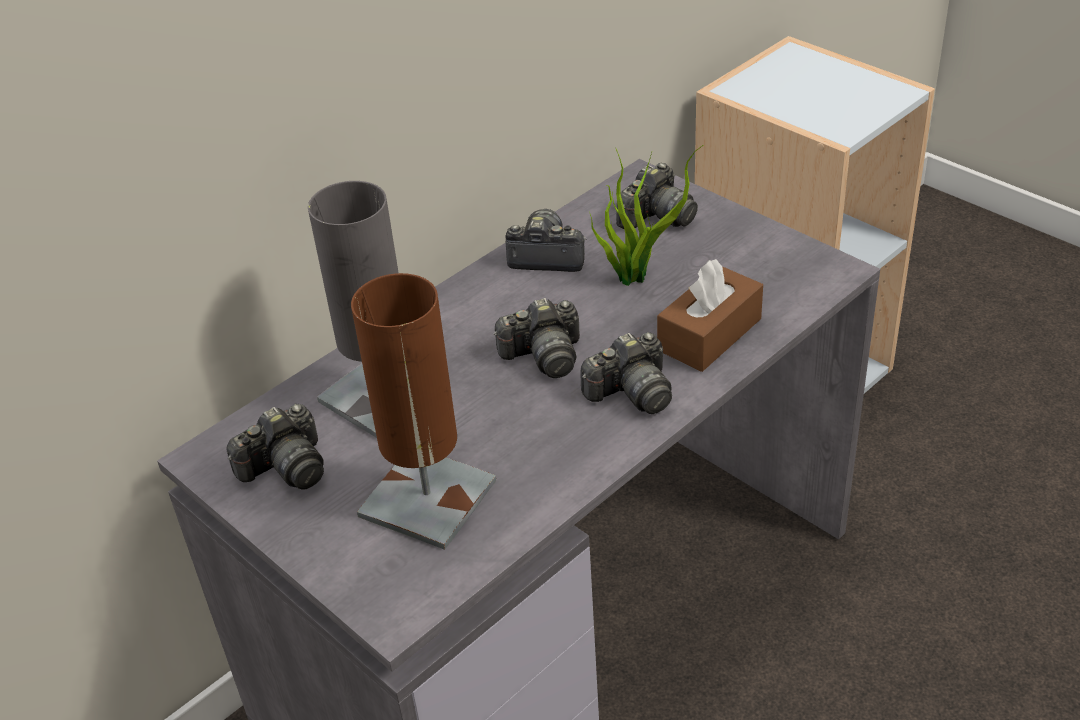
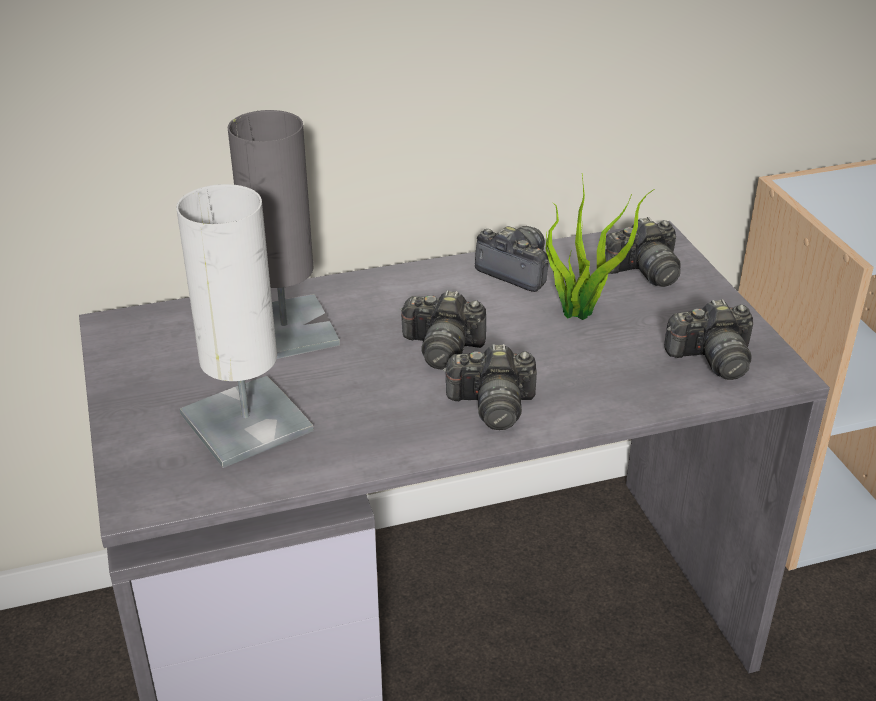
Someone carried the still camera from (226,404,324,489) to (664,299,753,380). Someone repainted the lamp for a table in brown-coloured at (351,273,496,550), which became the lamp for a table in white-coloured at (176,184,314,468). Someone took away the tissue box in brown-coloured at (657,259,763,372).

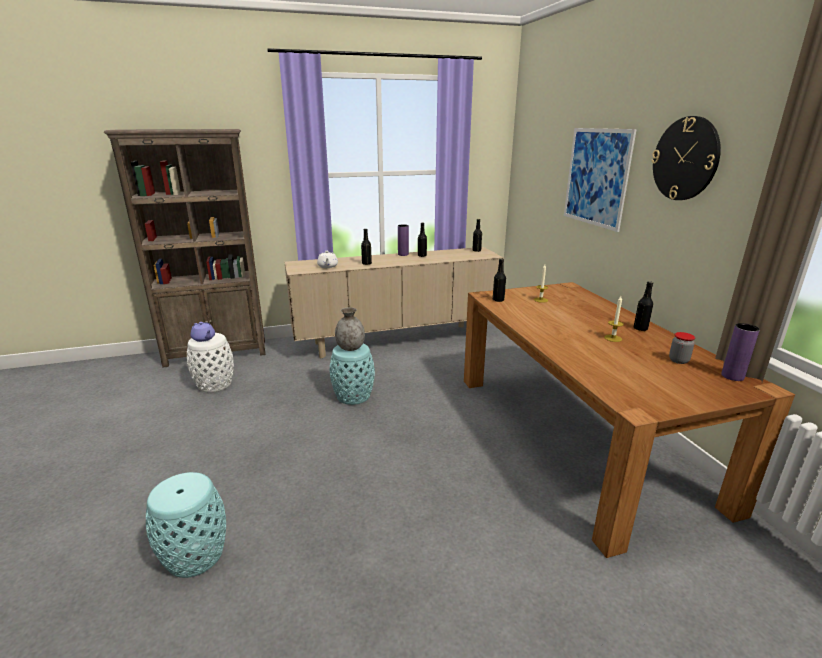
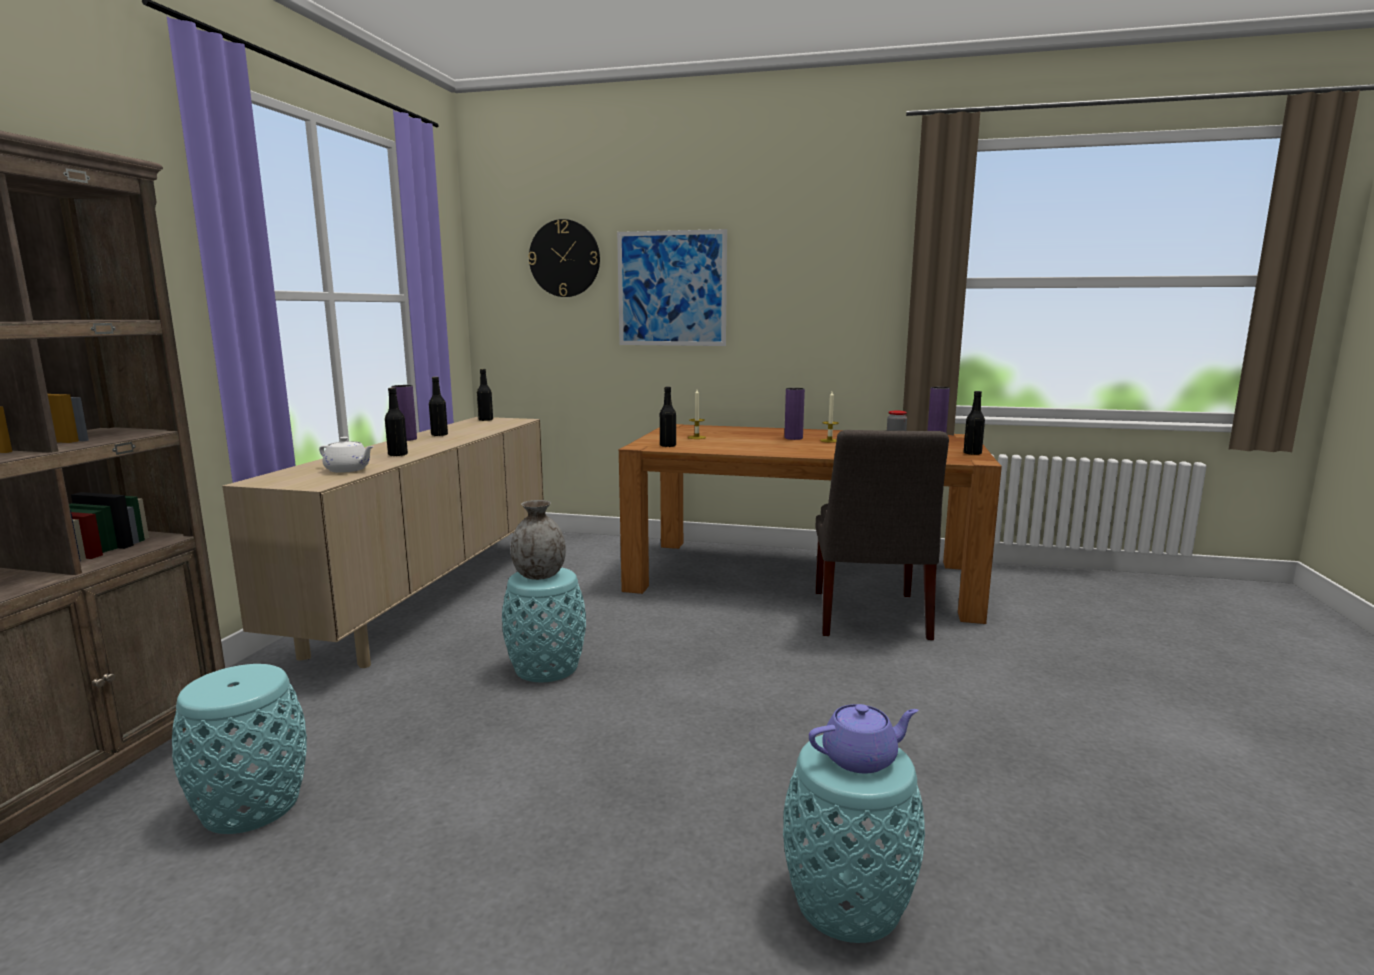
Someone repainted the sitting stool in white-coloured at (187,333,234,392), which became the sitting stool in blue-green at (172,664,307,834). Someone carried the pot for tea in purple from (191,322,215,342) to (809,704,918,773). Someone carried the bottle in blackish from (634,281,653,331) to (964,391,985,455). Someone carried the hanging clock from (651,116,721,200) to (528,219,600,297). Someone put down the decorative vase in purple at (784,388,805,440). Someone put down the plain chair in grey at (815,430,949,640).

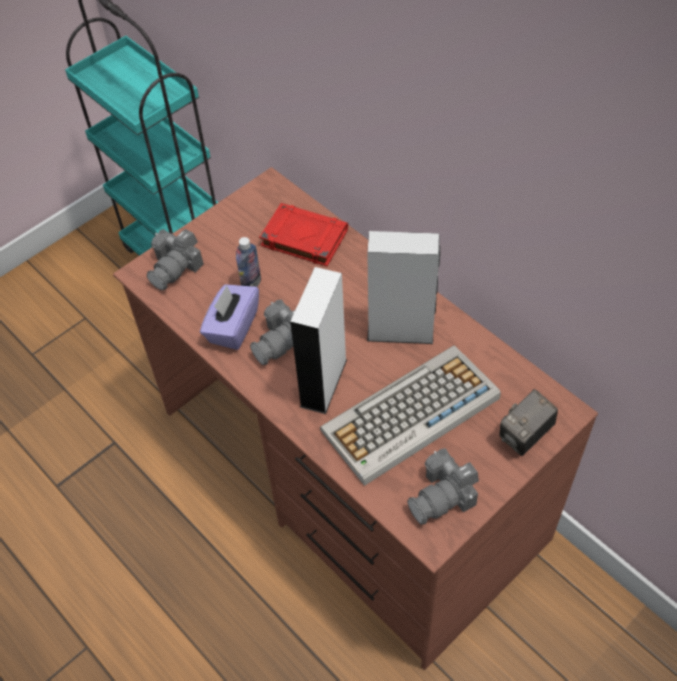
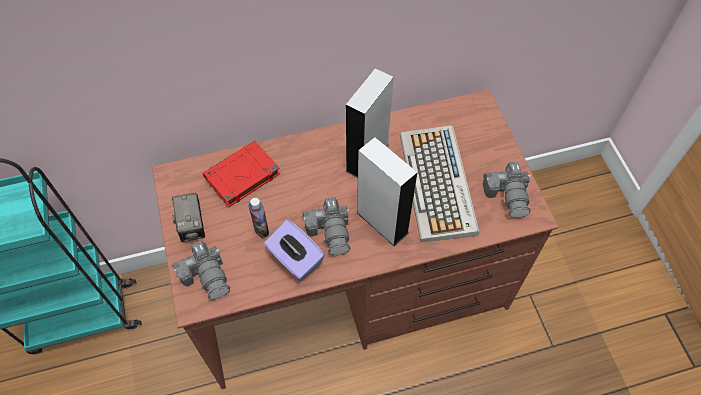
Someone carried the still camera from (499,389,558,456) to (172,193,205,242).

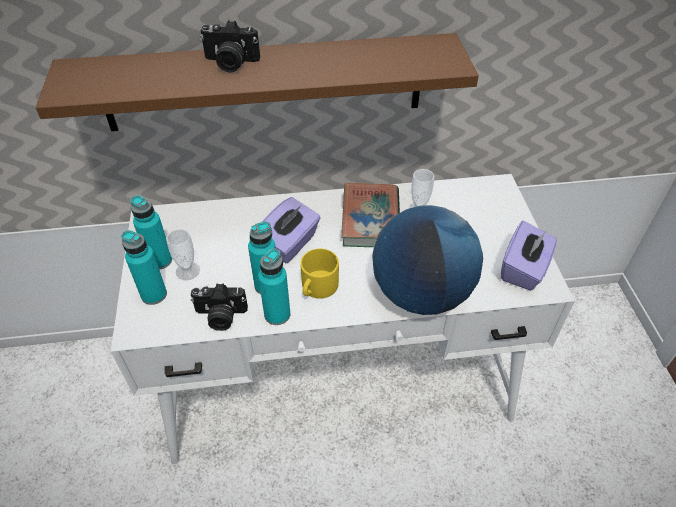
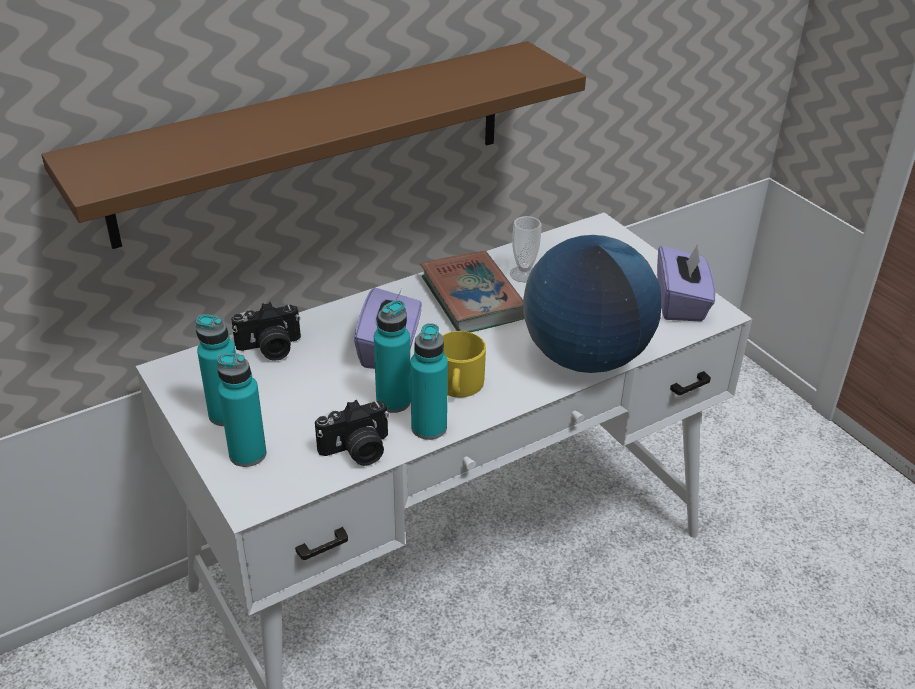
Someone took away the small cup at (166,229,200,280). Someone carried the still camera from (200,20,260,72) to (231,302,301,361).

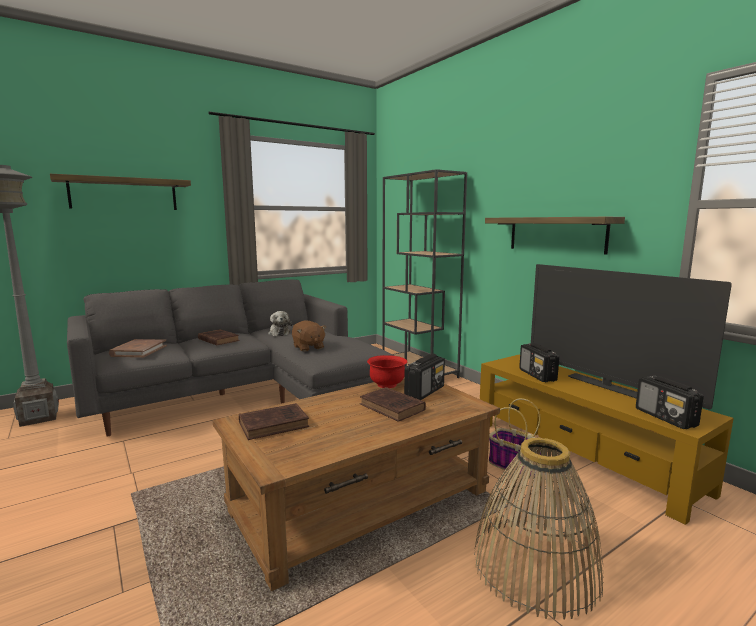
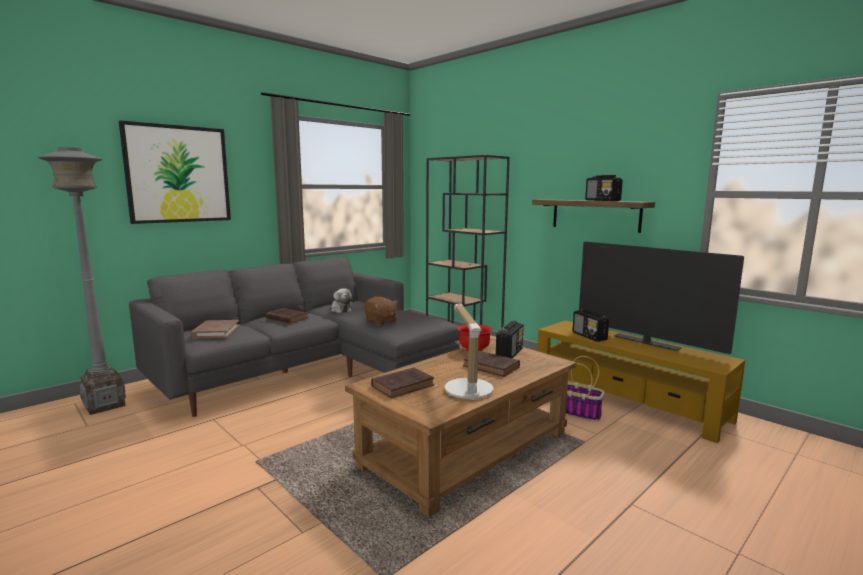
Someone swapped the shelf at (50,174,191,210) for the wall art at (119,120,231,224). Someone took away the basket at (474,438,604,620). Someone carried the radio set from (636,376,704,429) to (585,175,623,201). Someone put down the lamp for a table at (445,304,493,400).

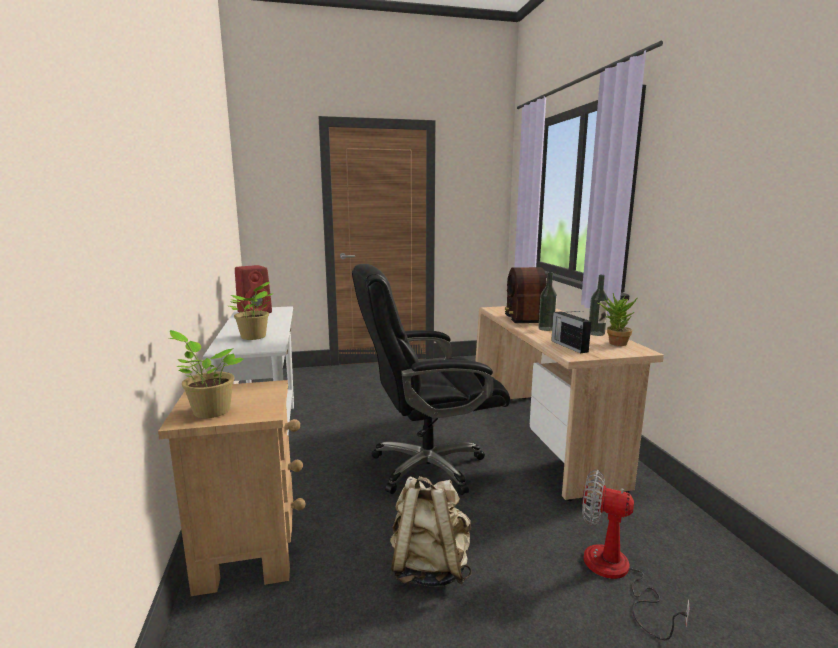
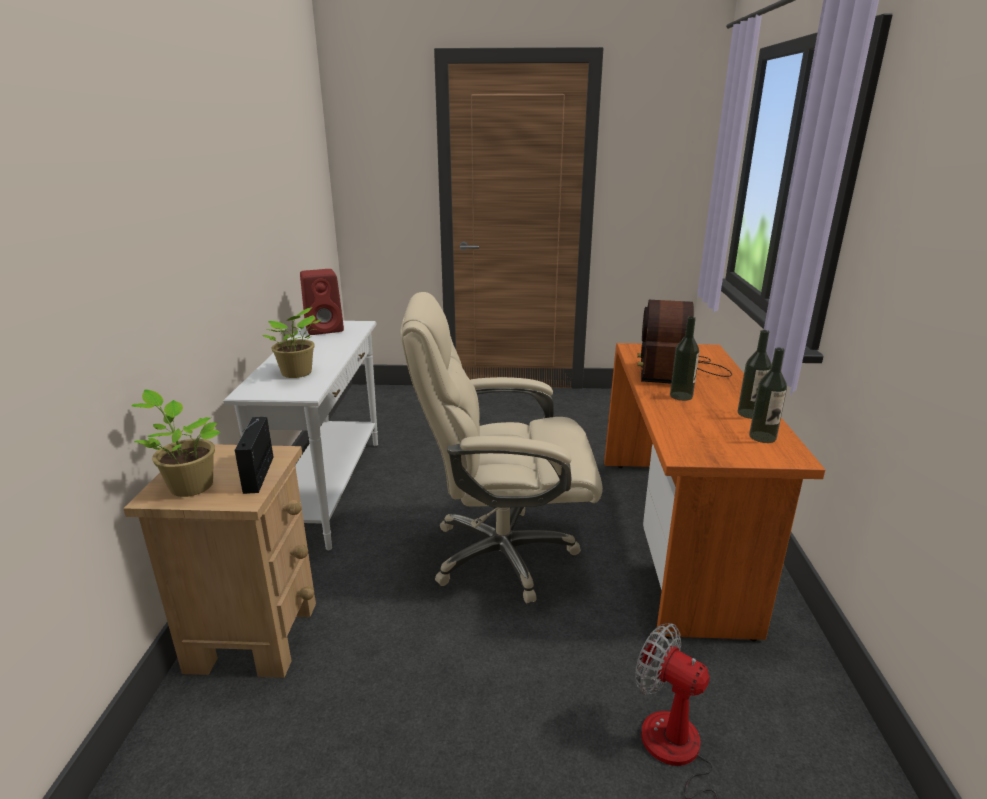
Someone repainted the office chair in blackish at (352,264,510,495), which became the office chair in beige at (400,292,603,603). Someone took away the knapsack in beige at (390,476,472,587). Someone repainted the desk in beige at (475,306,664,501), which became the desk in orangey at (604,343,825,641). Someone carried the radio set from (551,311,591,353) to (235,417,274,494). Someone swapped the potted plant at (598,293,637,346) for the bottle at (749,348,787,443).

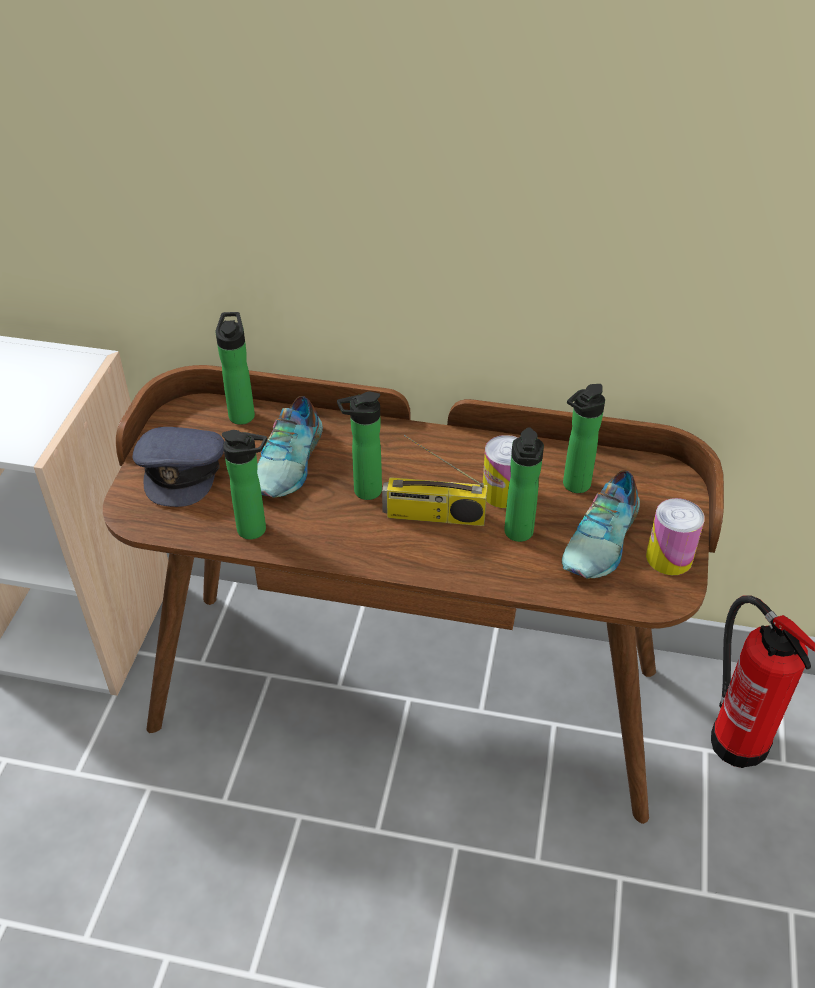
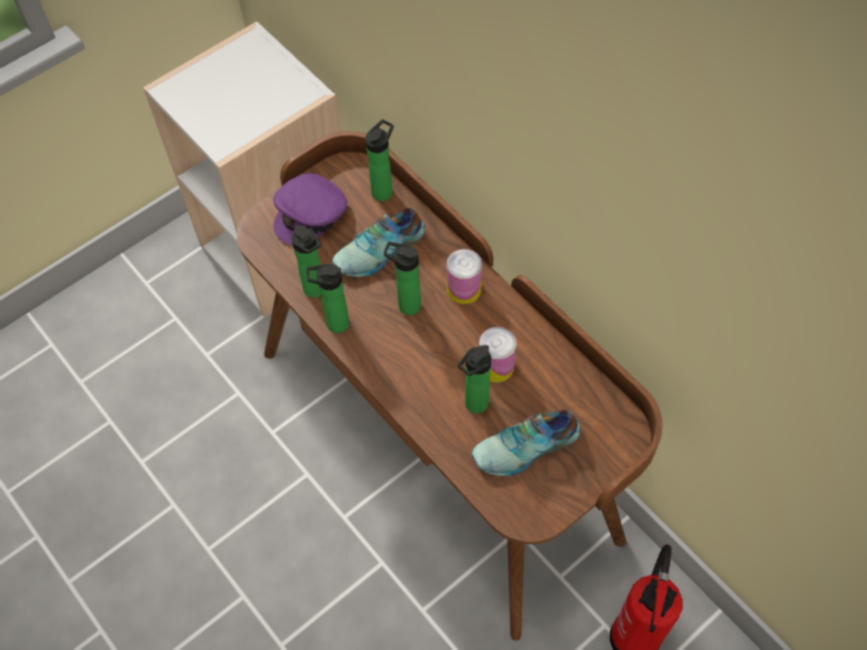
Someone repainted the peaked cap in grey at (132,427,224,507), which became the peaked cap in purple at (273,173,347,246). Someone took away the radio set at (382,435,487,526). Someone carried the bottle from (563,384,605,493) to (306,264,349,333). Someone carried the sealed can from (646,498,705,575) to (446,249,482,304).

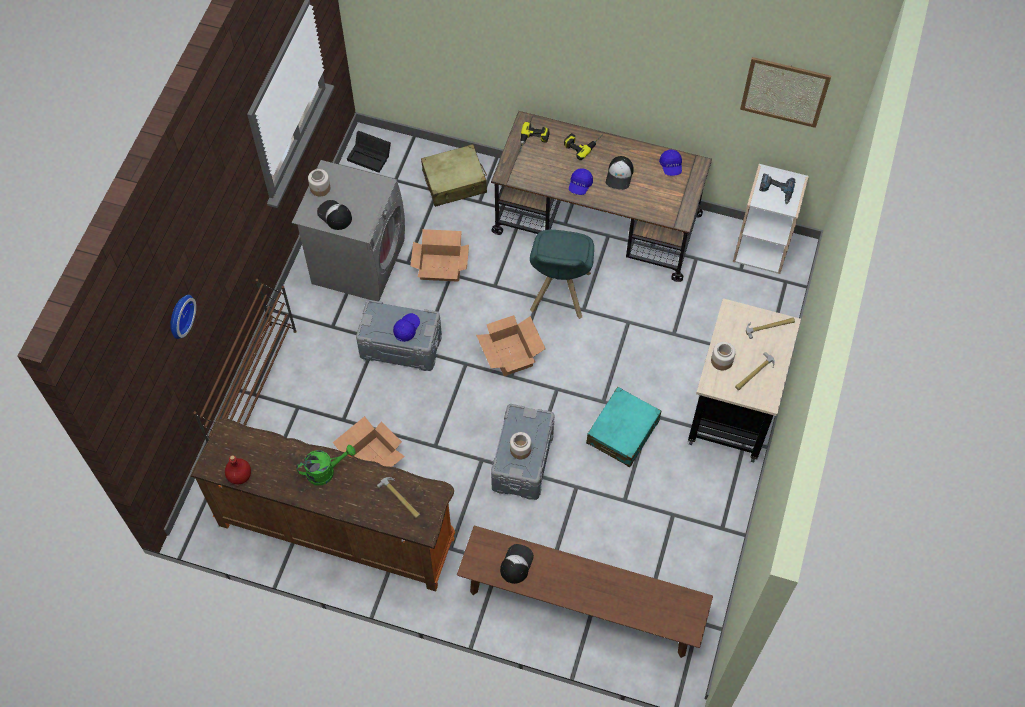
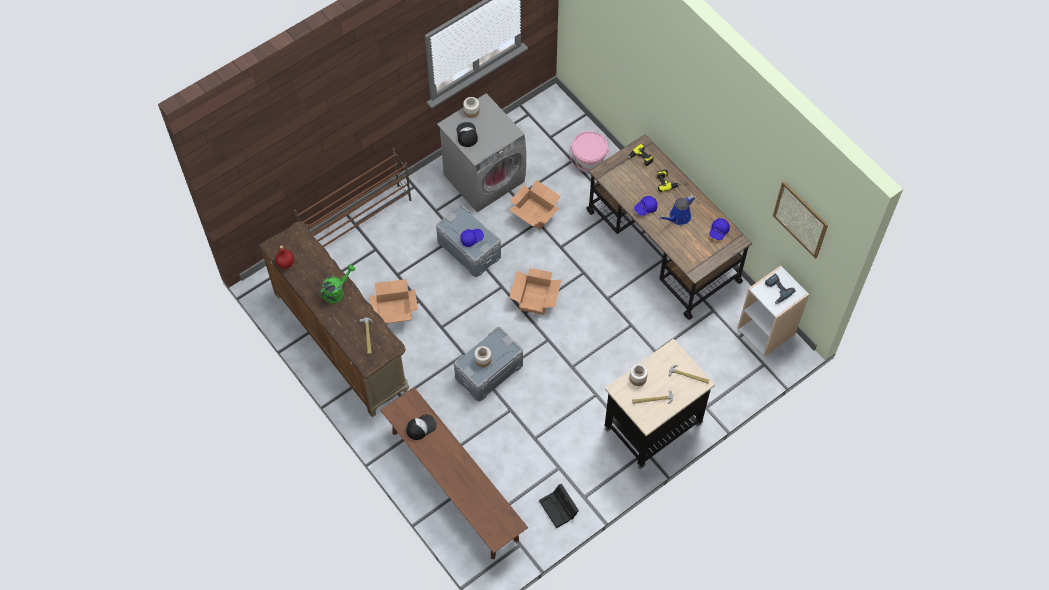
Someone took away the hanging clock at (170,295,196,339). Someone repainted the storage cabinet in orangey at (190,418,455,592), which became the storage cabinet in beige at (259,222,409,417). Someone rotated the watering can in green-coloured at (296,445,356,486) by 60 degrees counterclockwise. Someone carried the storage box in blackish from (347,131,391,173) to (539,484,579,528). Someone swapped the piece of luggage in beige at (421,144,487,207) for the pail in pink-coloured at (570,131,609,173). Someone took away the plain chair in blue-green at (530,230,594,319). Someone took away the piece of luggage in blue-green at (586,387,661,467). Someone swapped the peaked cap at (606,156,634,190) for the watering can in blue at (659,195,695,225).

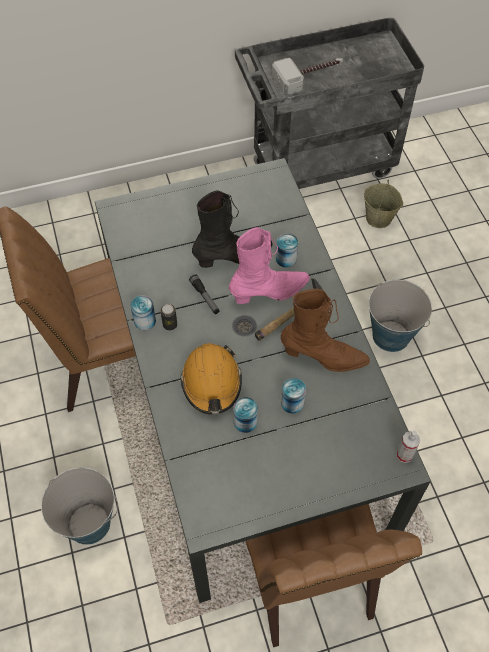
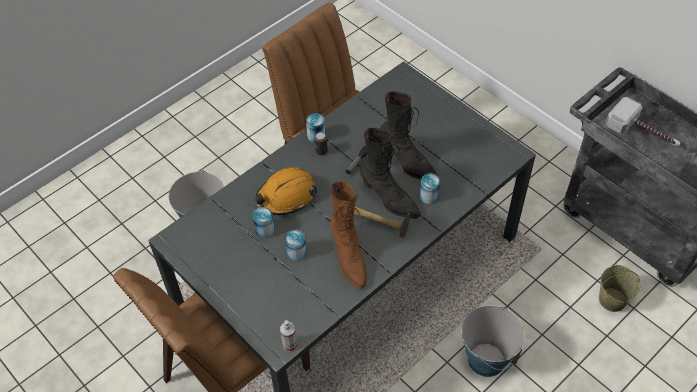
Someone repainted the tall boot in pink-coloured at (229,227,310,304), which became the tall boot in blackish at (359,127,420,219).

